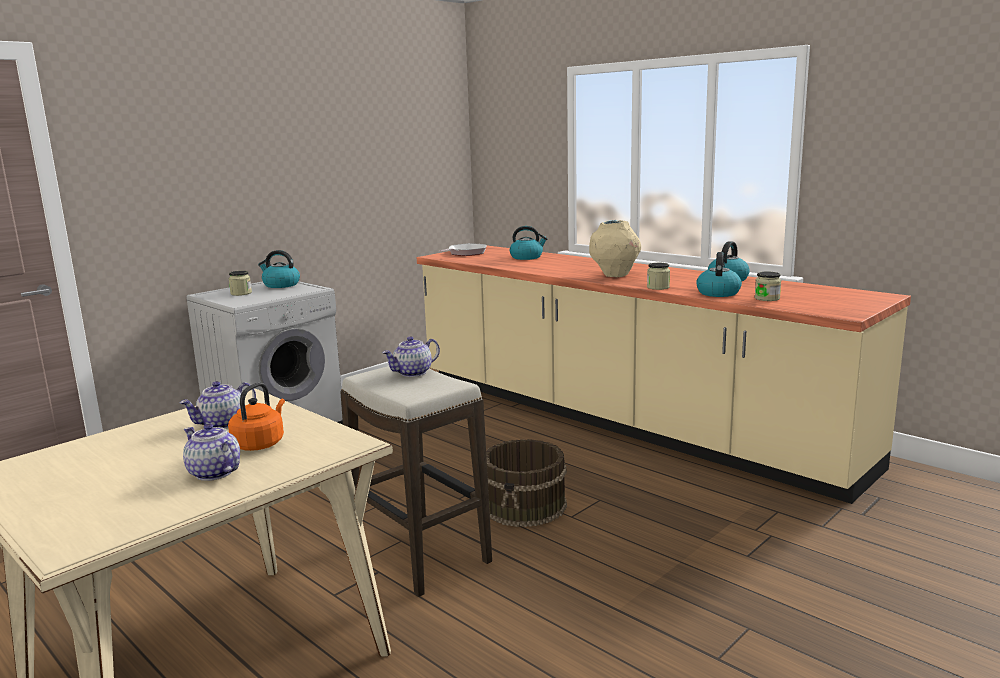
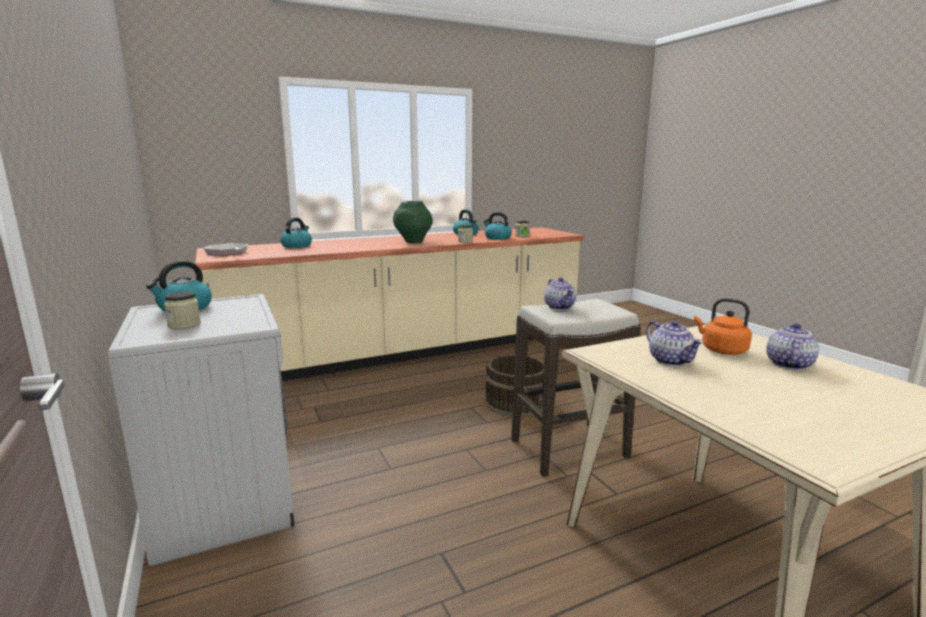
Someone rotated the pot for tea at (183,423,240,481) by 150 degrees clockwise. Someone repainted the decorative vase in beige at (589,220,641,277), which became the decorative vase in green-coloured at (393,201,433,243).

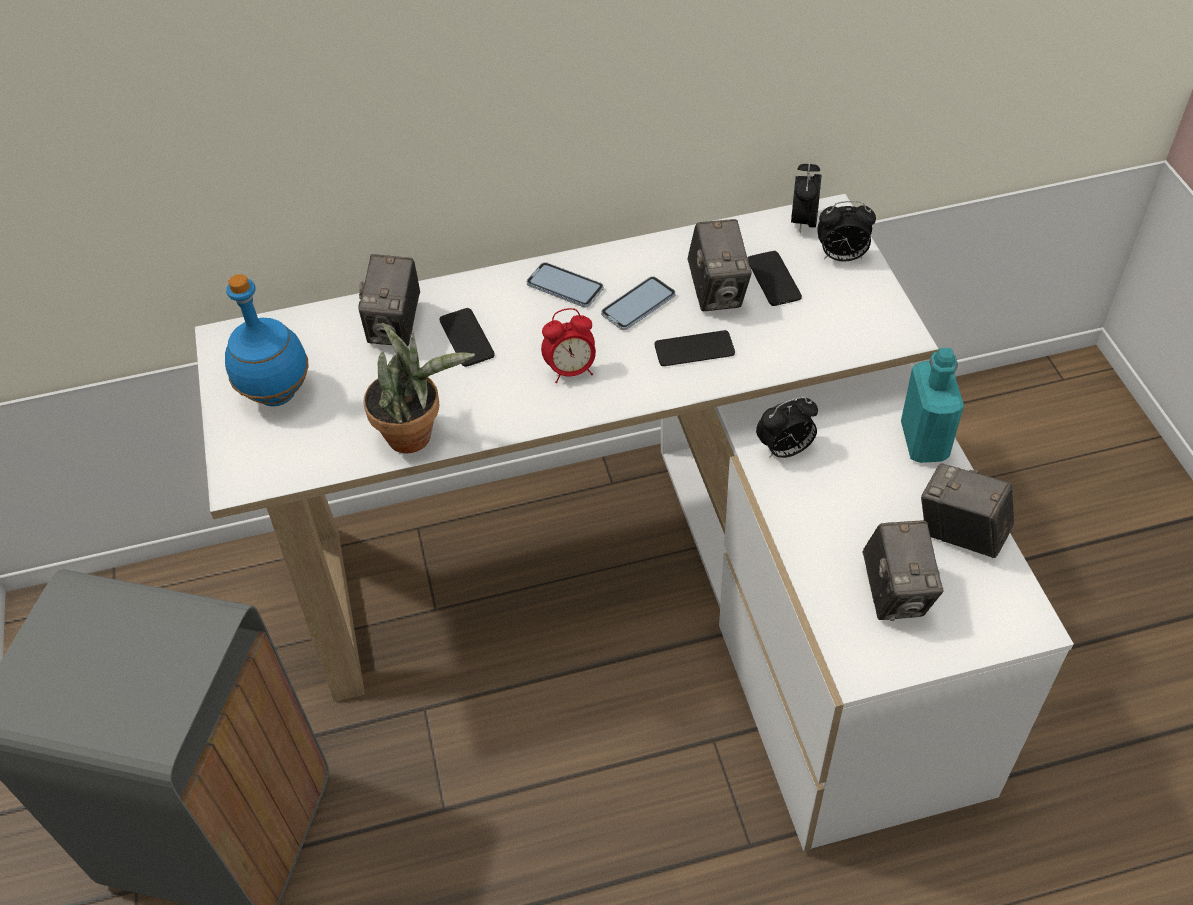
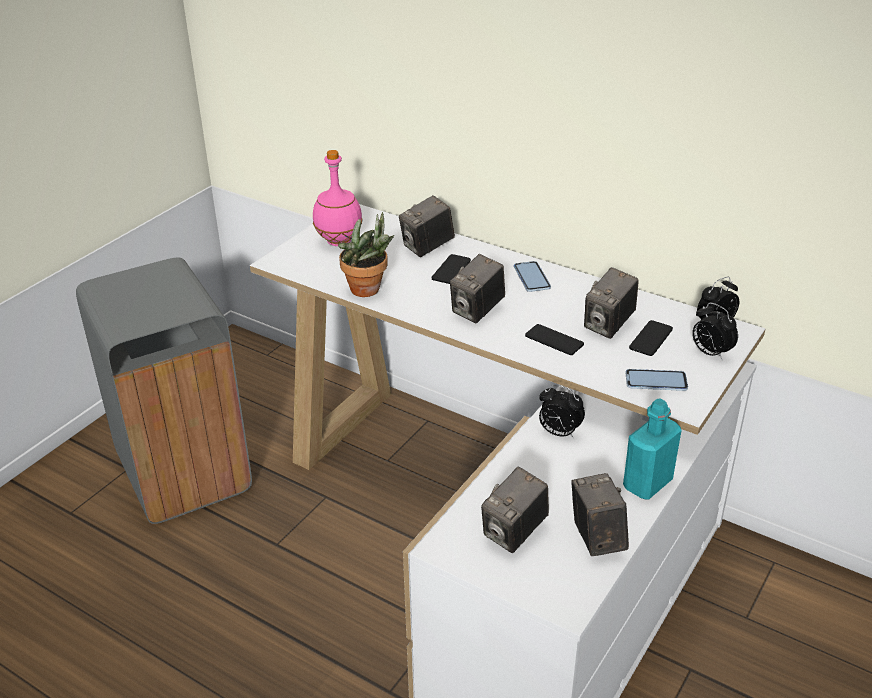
Someone repainted the bottle in blue at (225,274,309,406), which became the bottle in pink-coloured at (313,150,363,246). Someone swapped the alarm clock at (541,308,596,383) for the still camera at (450,254,505,323). Someone carried the phone from (601,276,676,330) to (626,369,688,391).

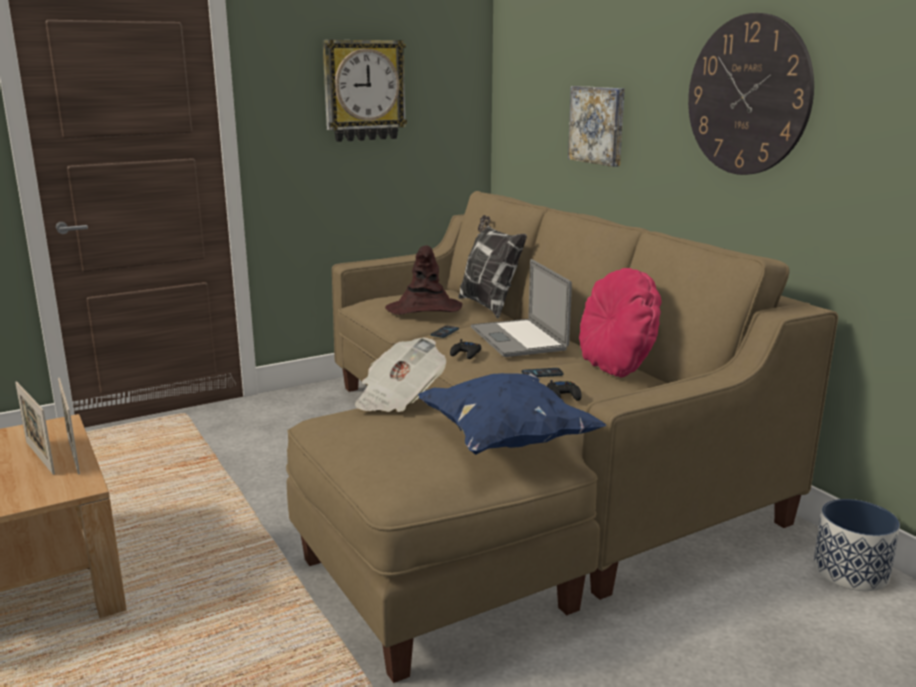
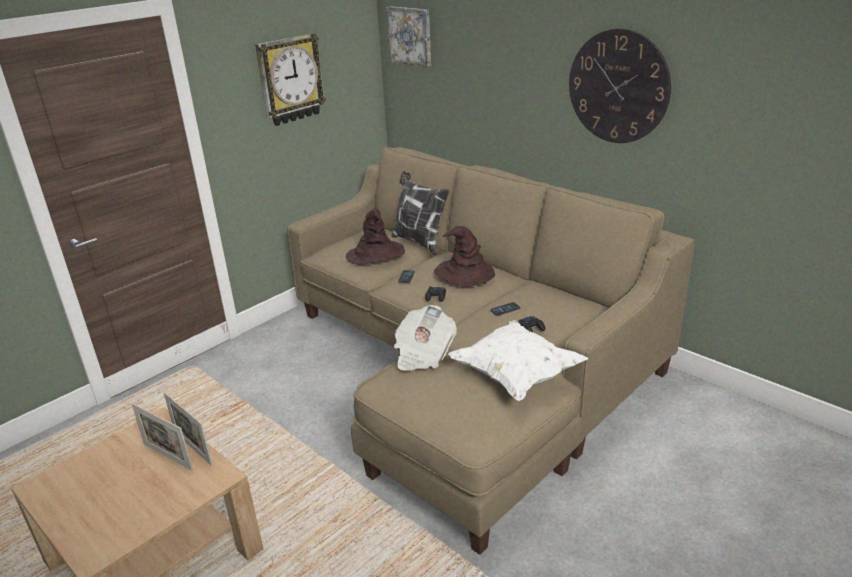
Someone repainted the cushion in blue at (418,373,606,455), which became the cushion in white-coloured at (448,320,588,401). Someone swapped the notebook computer at (471,259,572,357) for the clothing hat in brown-coloured at (434,226,495,287). Someone carried the wall art from (568,86,625,167) to (386,6,431,67). Someone took away the cushion in pink-coloured at (579,268,661,377). Someone took away the planter at (813,499,900,591).

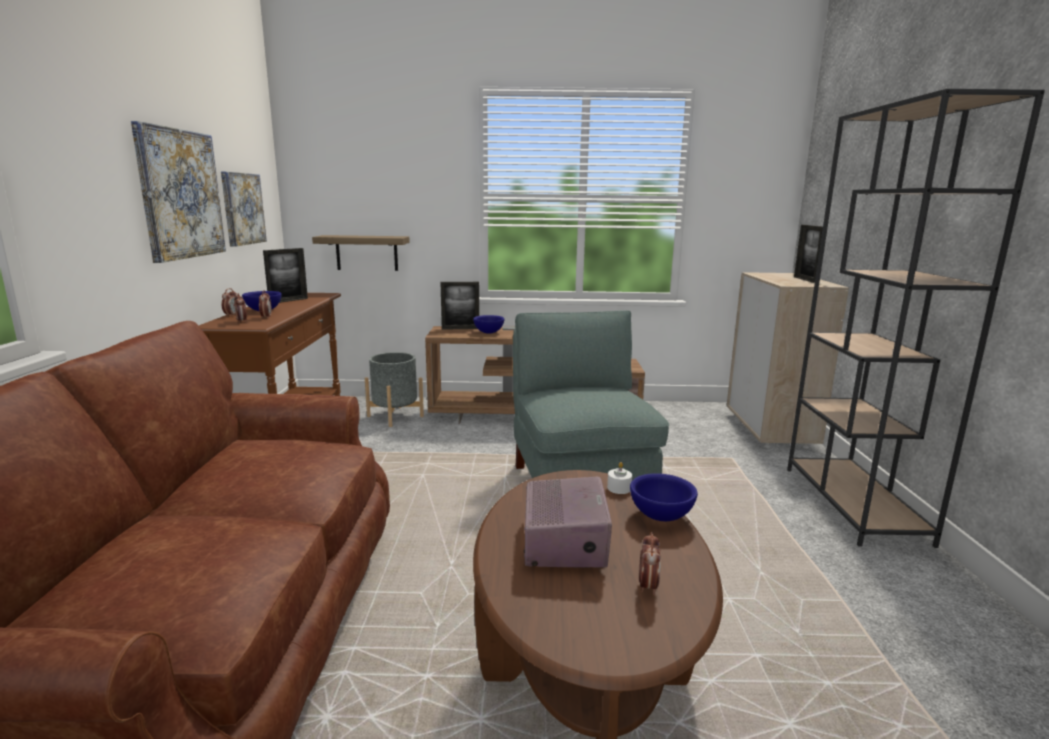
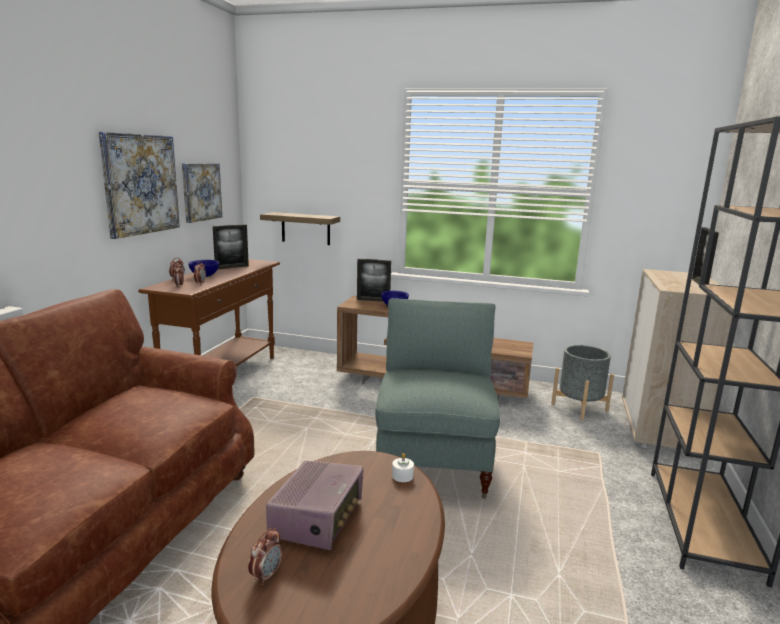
Someone carried the planter in grey from (365,352,424,427) to (551,345,614,420). Someone took away the serving bowl in blue at (630,473,698,521). Someone carried the alarm clock from (639,532,661,595) to (248,528,282,585).

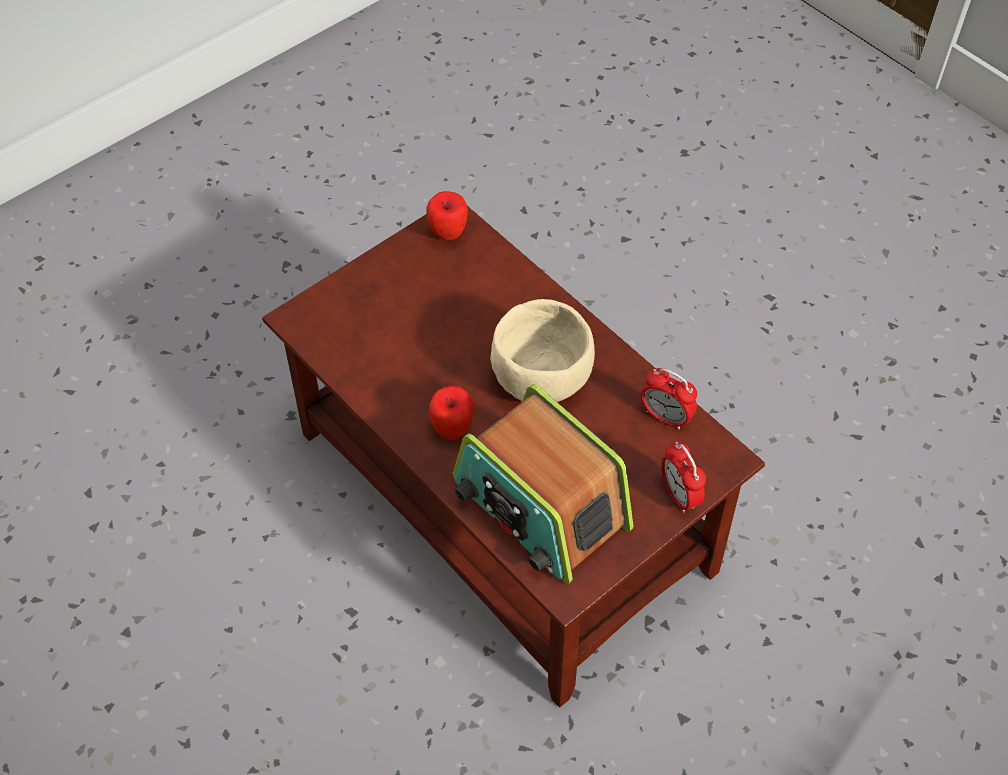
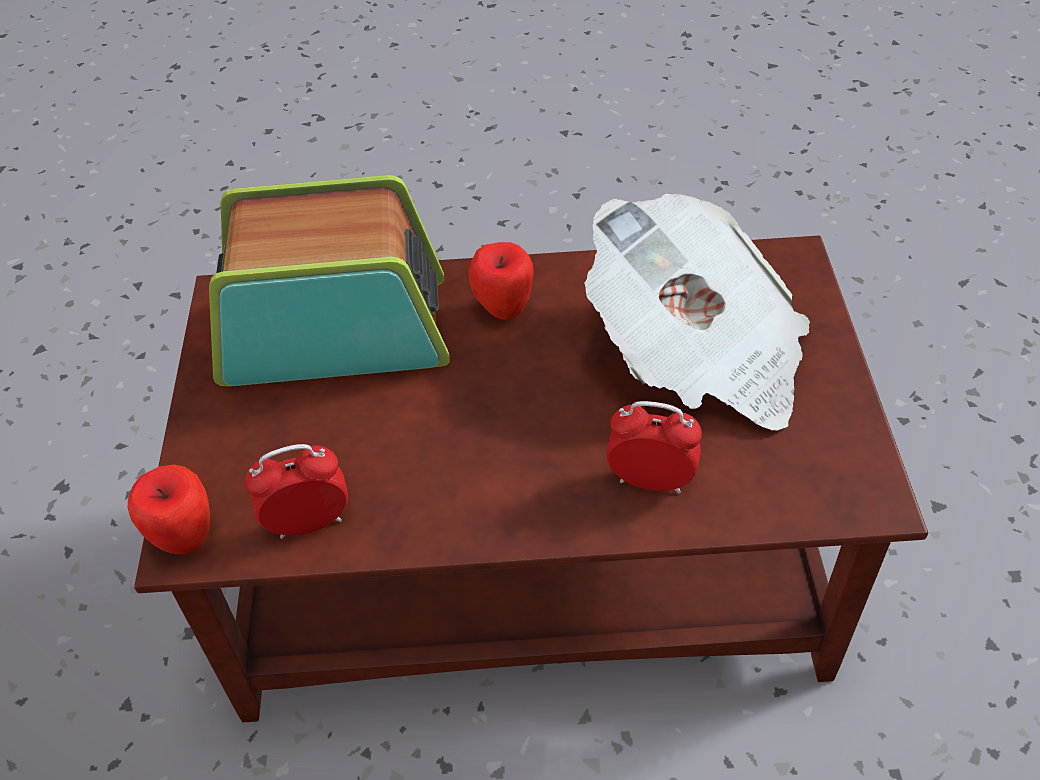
Someone carried the apple fruit from (427,191,468,240) to (128,464,210,555). Someone took away the serving bowl in beige at (491,299,595,402). Someone carried the alarm clock from (661,442,706,513) to (607,401,702,493). Someone put down the daily paper at (584,194,810,431).

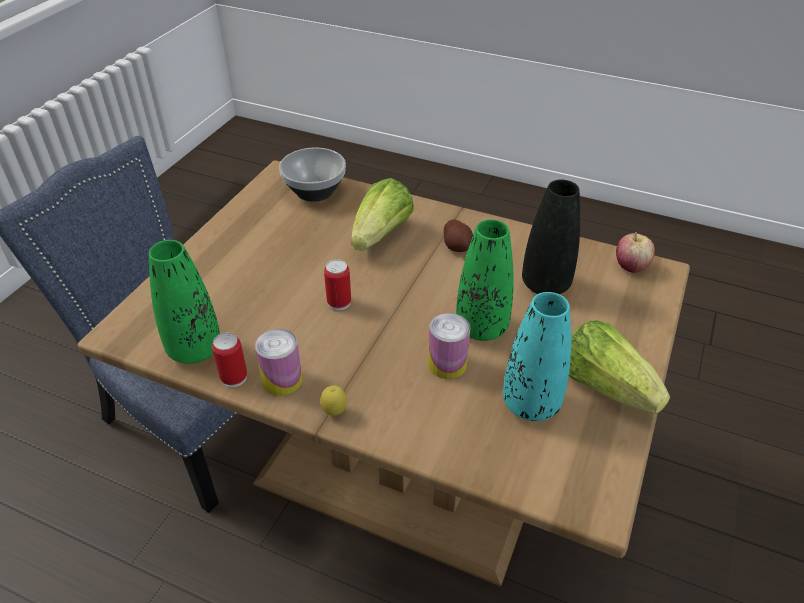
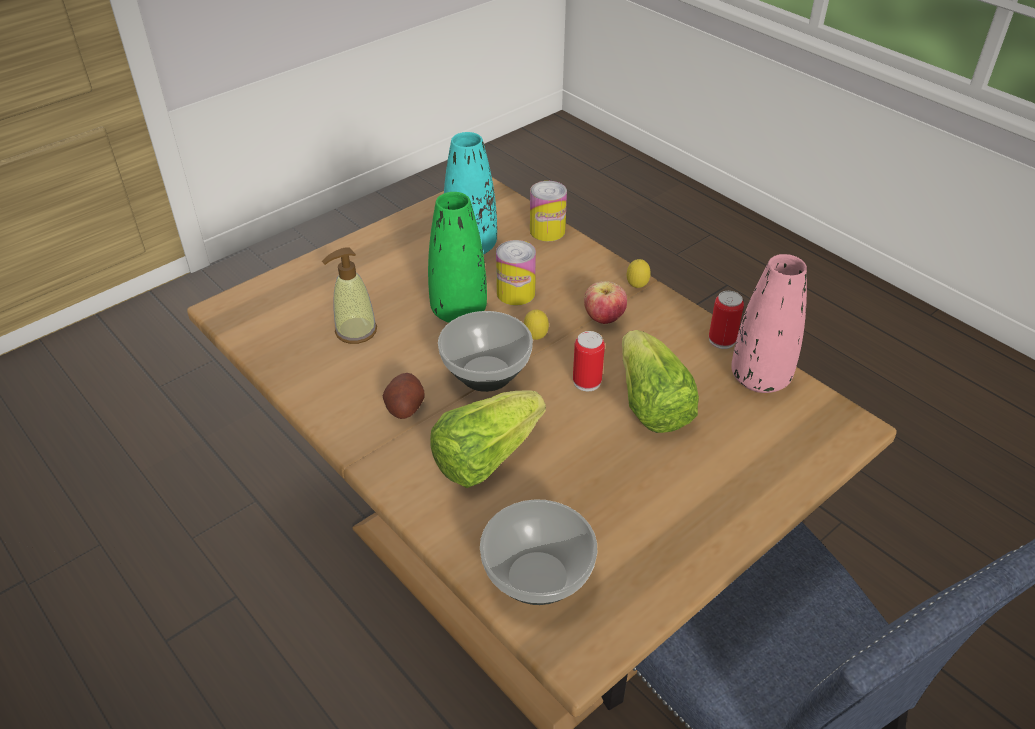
Someone repainted the decorative vase in green-coloured at (149,240,220,364), which became the decorative vase in pink-coloured at (731,254,807,393). Someone carried the sealed can from (255,329,303,396) to (530,181,567,241). Someone swapped the decorative vase in blackish at (522,179,580,294) for the liquid soap bottle at (322,247,377,344). Someone carried the lettuce head from (569,320,670,414) to (622,330,699,433). Someone carried the apple fruit from (616,232,655,273) to (584,281,627,324). Someone put down the serving bowl at (438,311,533,392). Someone put down the whole lemon at (524,310,549,340).

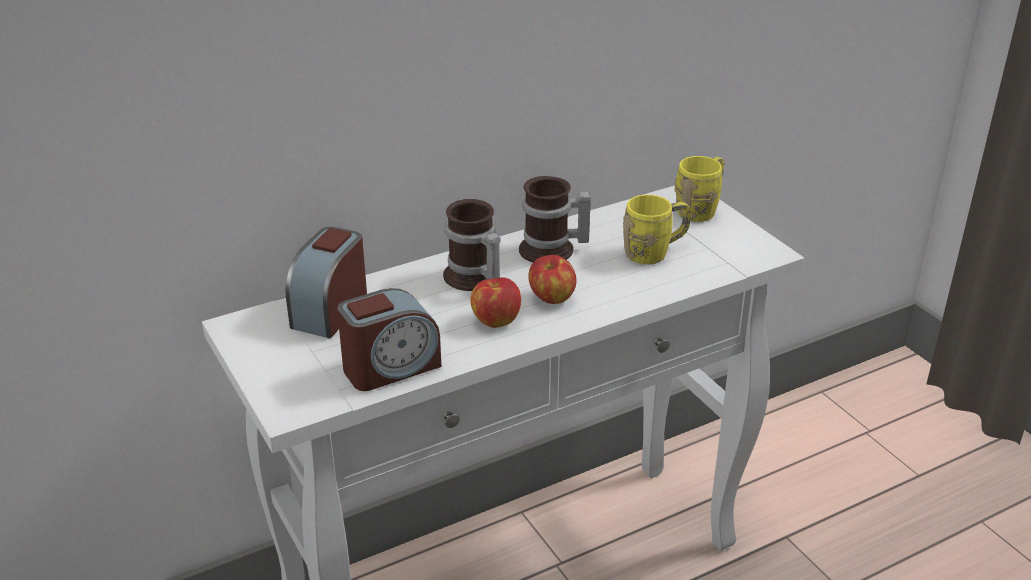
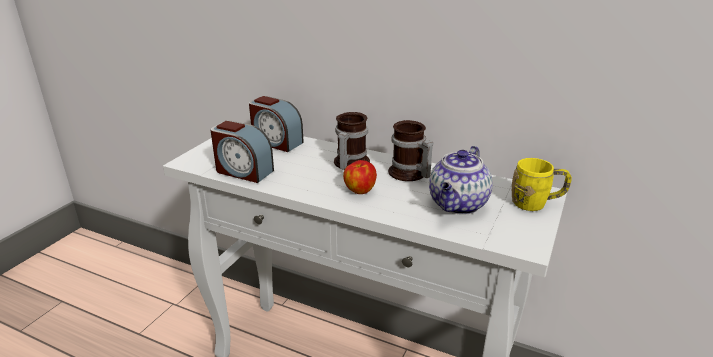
Someone rotated the alarm clock at (285,227,367,338) by 135 degrees counterclockwise. Someone took away the apple fruit at (470,277,521,328). Someone swapped the tea mug in yellow-coloured at (623,195,692,264) for the pot for tea at (429,146,492,215).

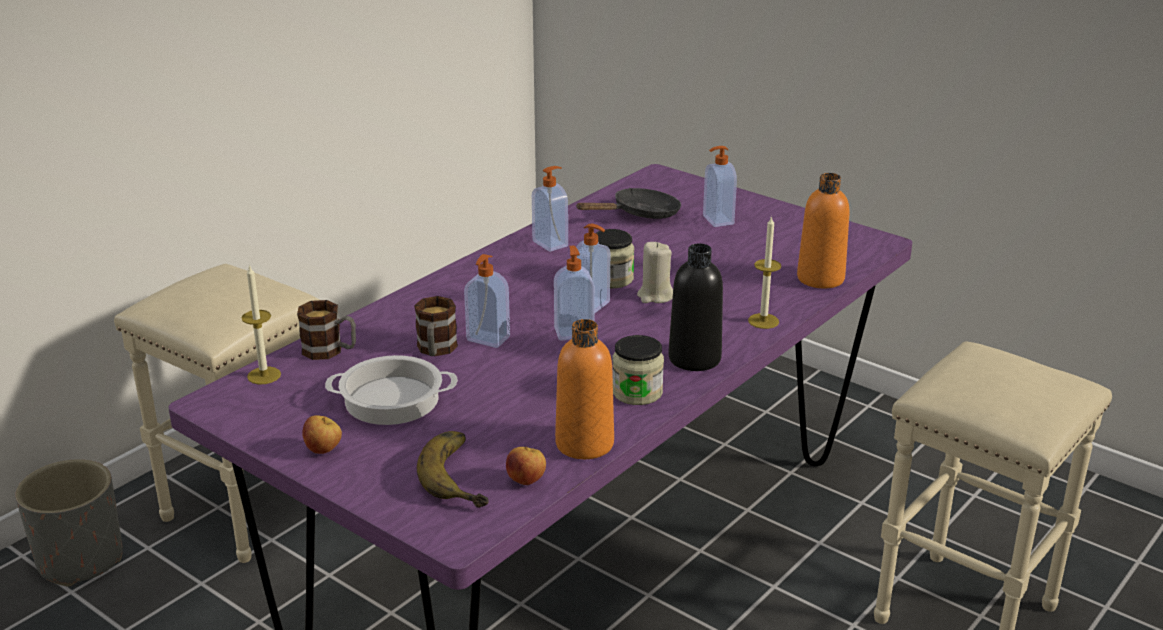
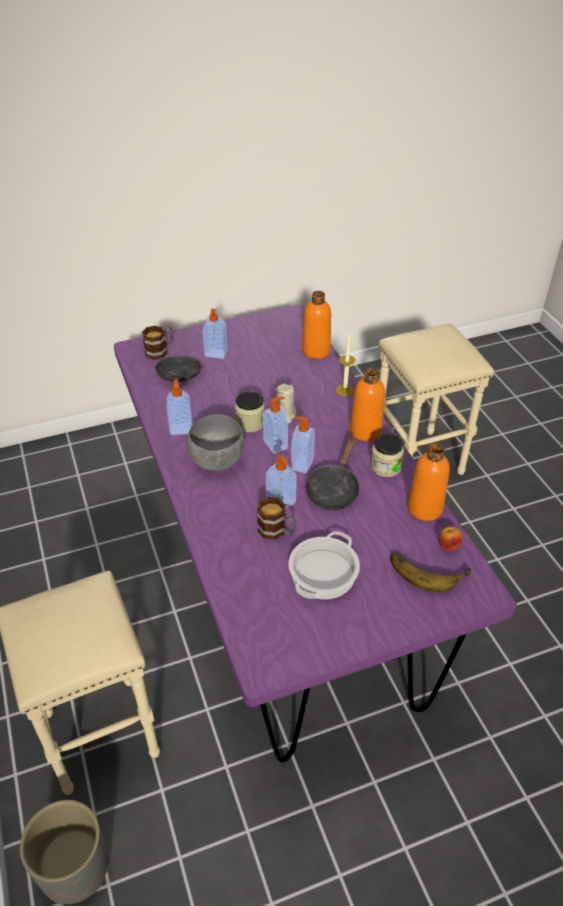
Someone took away the candle at (242,264,281,384). Someone carried the tea mug from (297,300,356,360) to (142,326,173,360). Someone took away the apple fruit at (302,415,342,454). Someone repainted the bottle in blackish at (668,243,723,371), which became the bottle in orangey at (350,368,385,441). Someone put down the serving bowl in grey at (187,414,245,471). Someone put down the skillet in blackish at (305,436,360,511).

